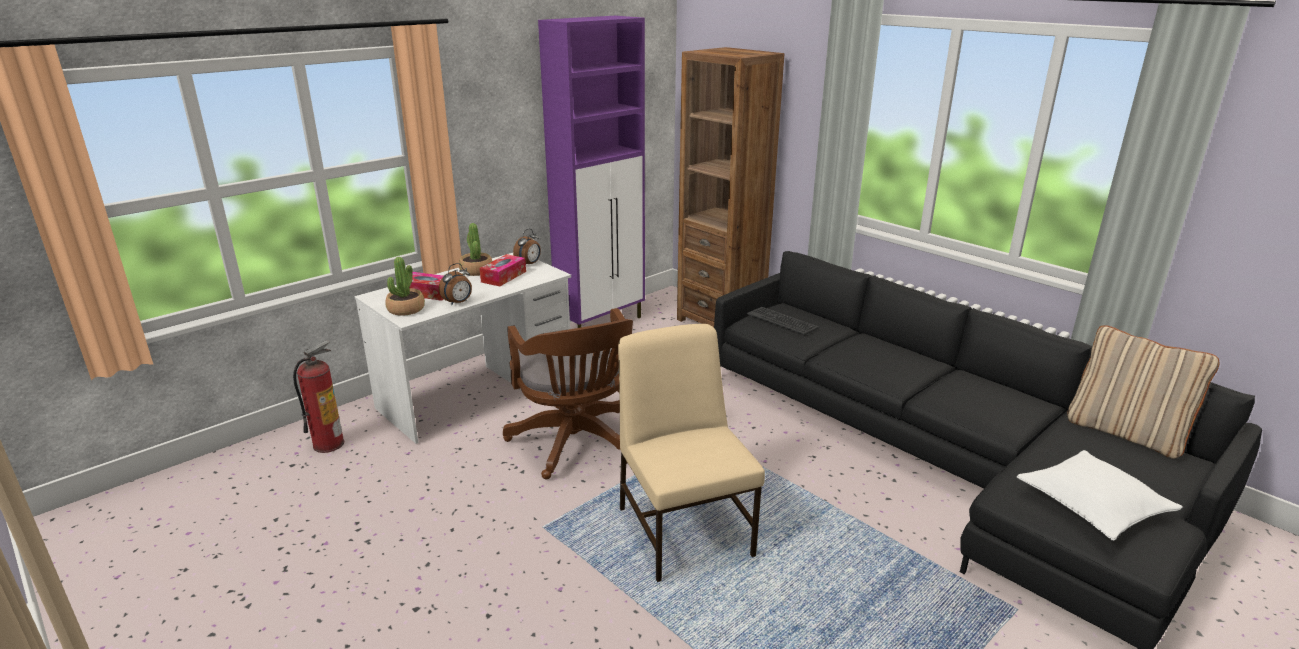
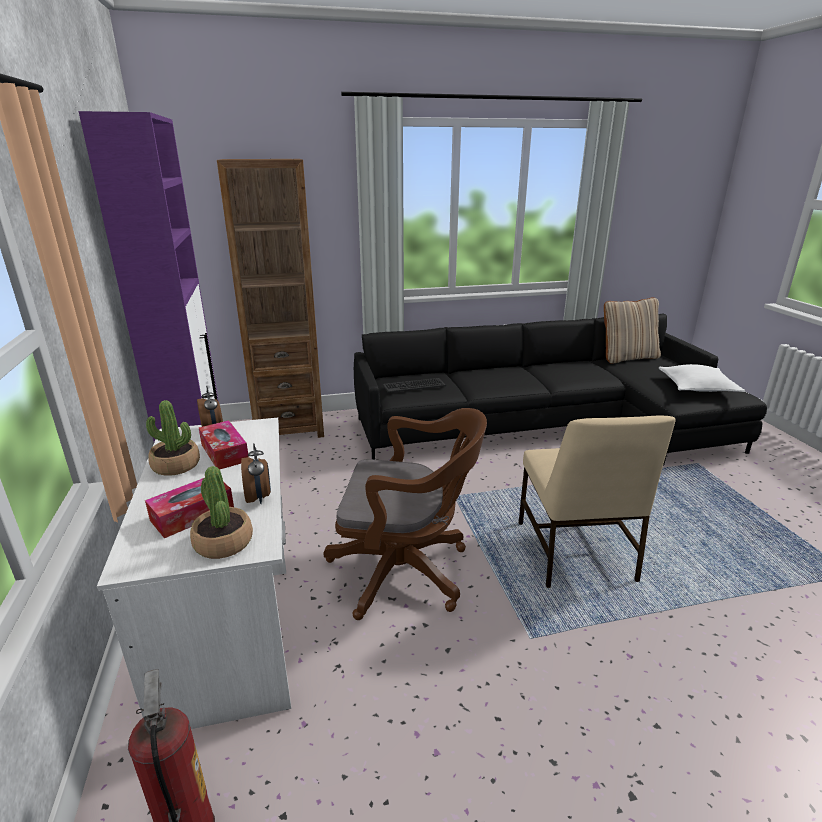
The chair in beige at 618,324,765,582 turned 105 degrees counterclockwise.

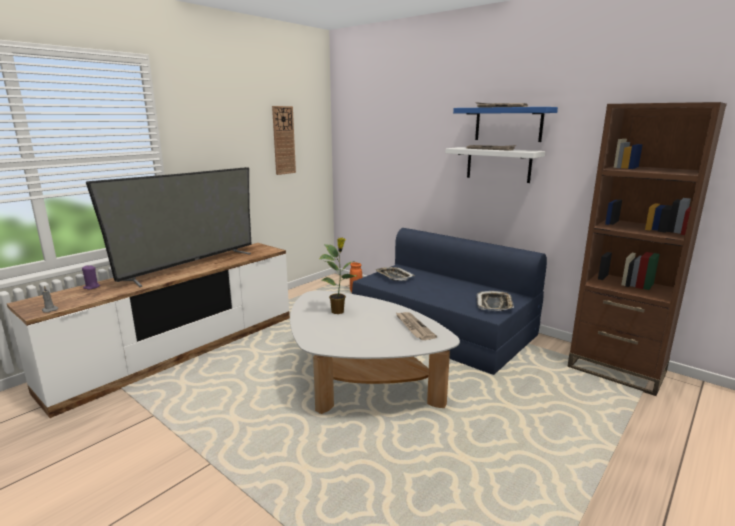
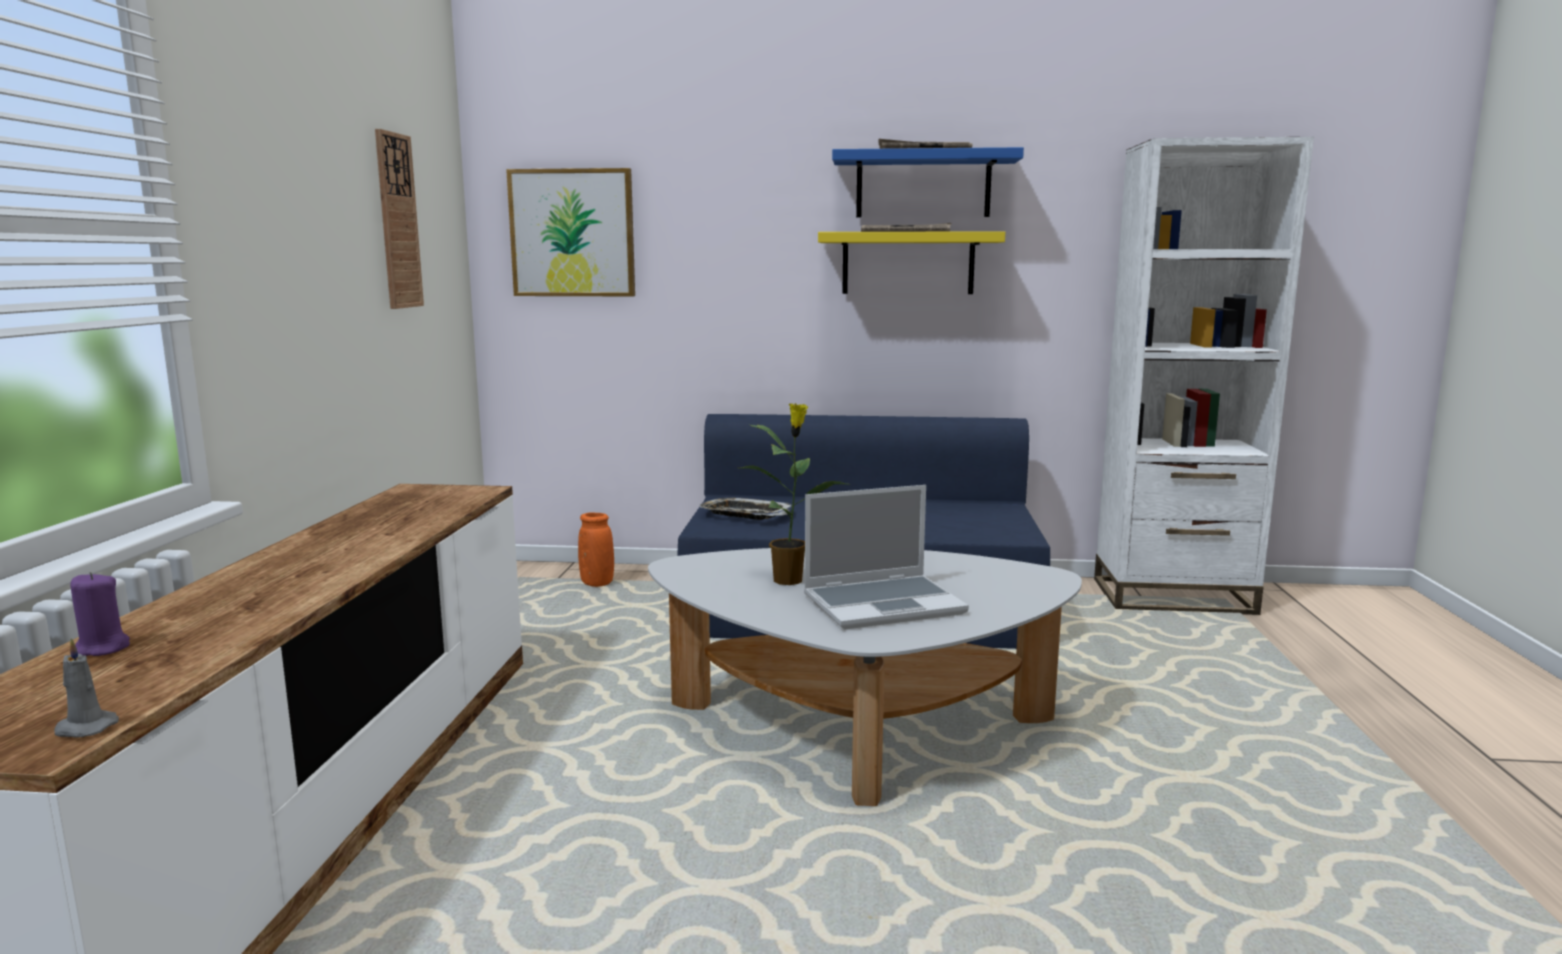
The television at 86,167,251,287 disappeared.
The newspaper at 395,312,437,340 disappeared.
The shelf in white at 445,147,545,183 became the shelf in yellow at 818,231,1005,294.
The tray at 476,291,514,311 disappeared.
The bookcase in brown at 567,102,727,396 became the bookcase in white at 1094,137,1314,615.
The picture at 506,168,635,296 appeared.
The laptop at 804,485,969,629 appeared.

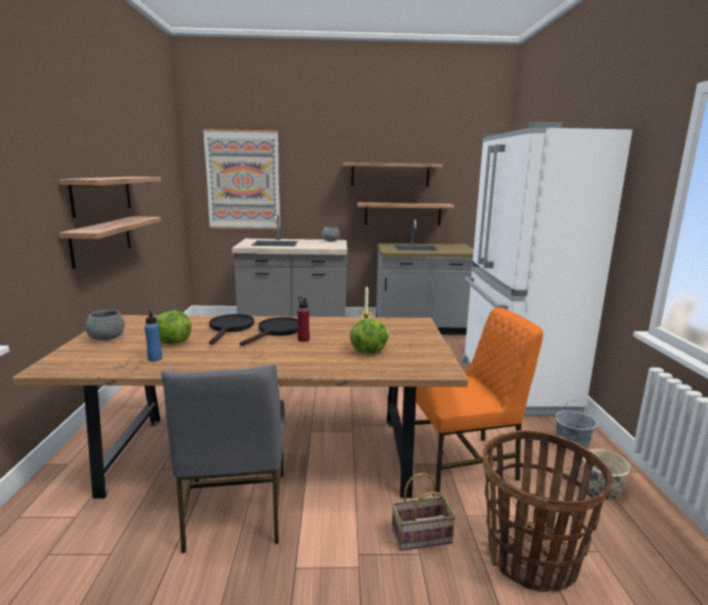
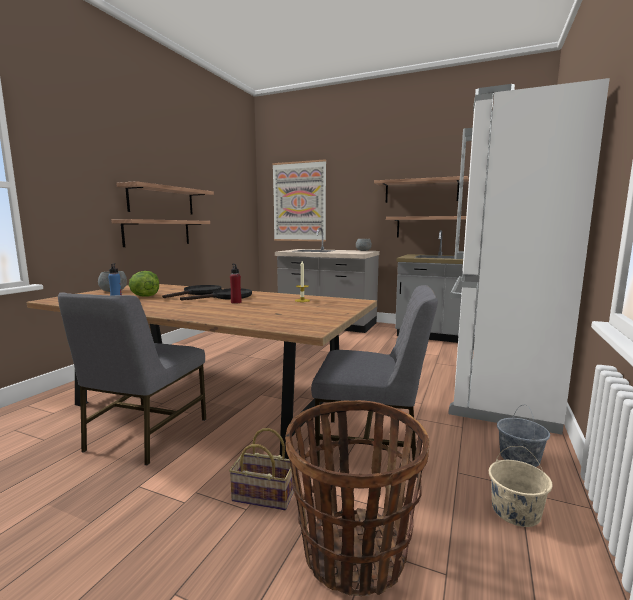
The lettuce at 350,319,390,354 disappeared.
The chair in orange at 415,307,543,493 became the chair in grey at 311,285,438,465.

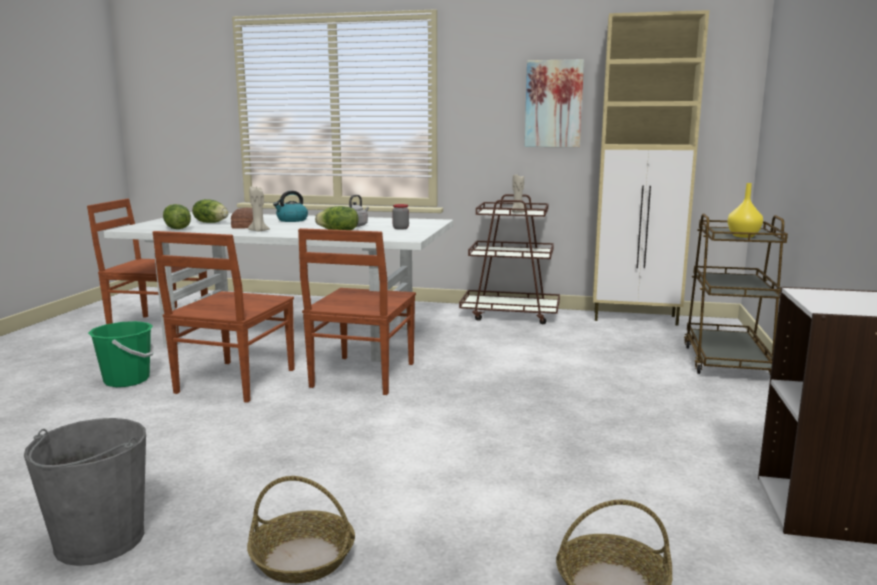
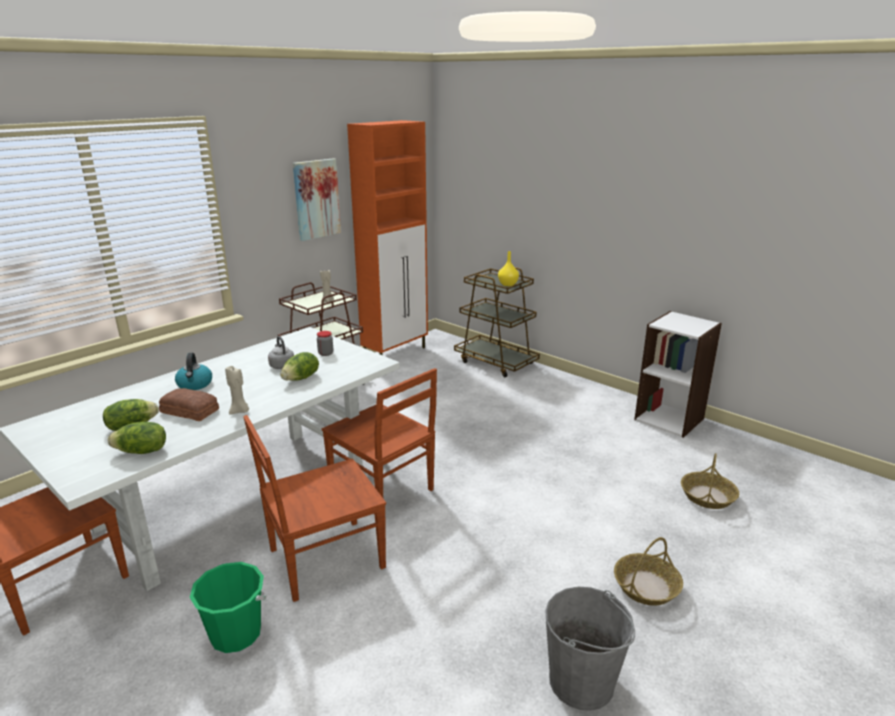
The chair in brown at 153,231,295,403 turned 105 degrees clockwise.
The cabinet in beige at 593,10,709,326 became the cabinet in orange at 347,120,428,355.

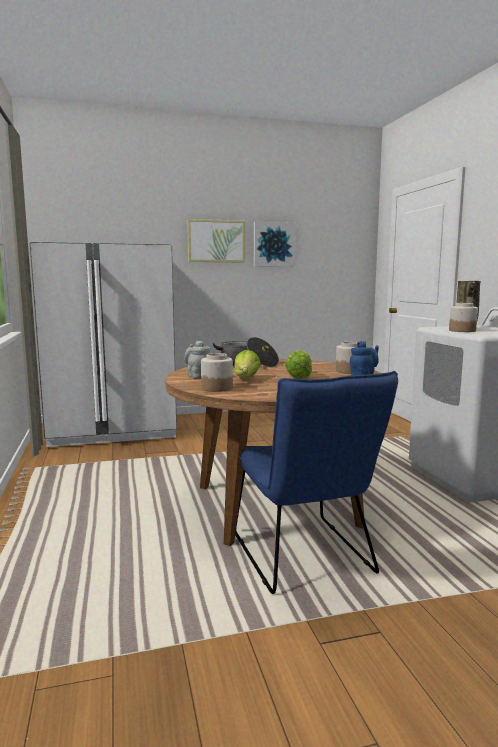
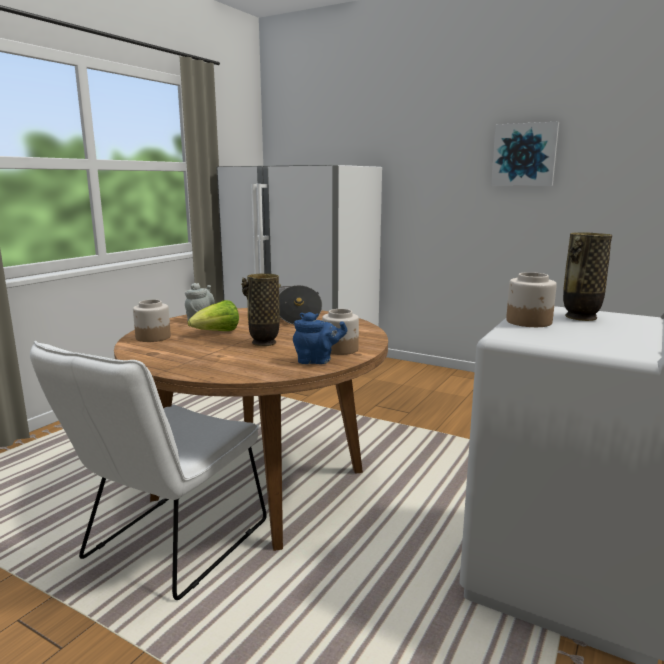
The picture at 187,219,245,262 disappeared.
The chair in blue at 235,371,398,594 became the chair in white at 30,341,267,600.
The lettuce at 285,350,312,379 was replaced by the vase at 241,273,281,346.

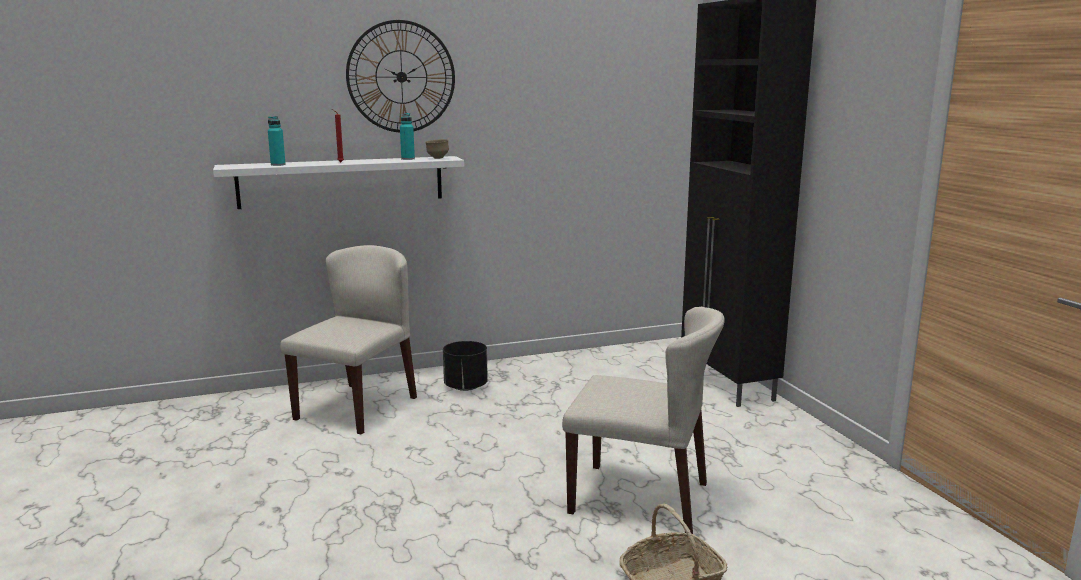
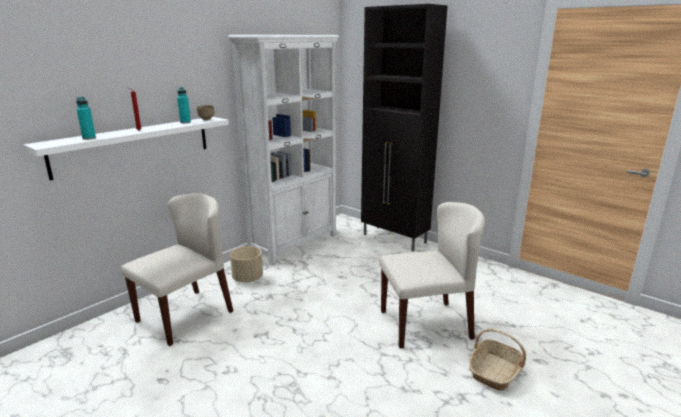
The chair in beige at 280,245,417,434 turned 45 degrees clockwise.
The wall clock at 346,20,455,133 disappeared.
The planter in black at 443,341,488,391 became the planter in beige at 230,246,263,282.
The bookcase in white at 228,35,339,266 appeared.

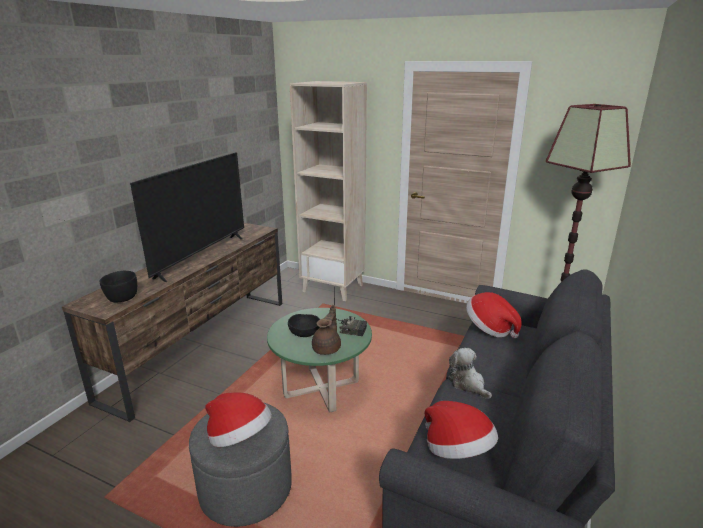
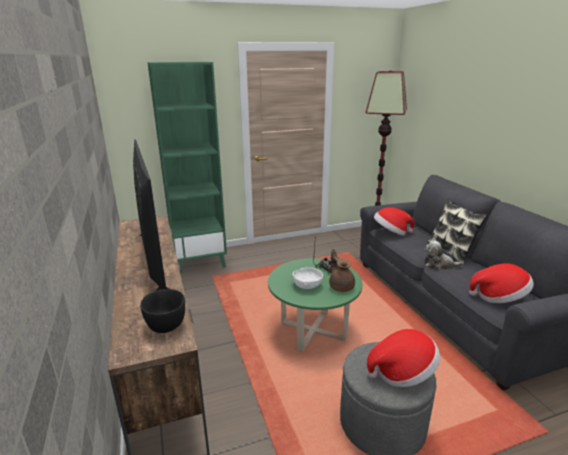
The bowl in black at 288,314,320,337 became the bowl in white at 292,268,323,289.
The bookcase in beige at 289,81,367,301 became the bookcase in green at 147,62,227,275.
The pillow at 427,198,487,263 appeared.

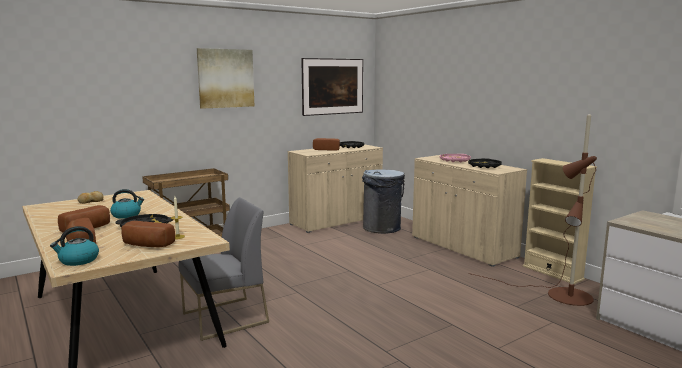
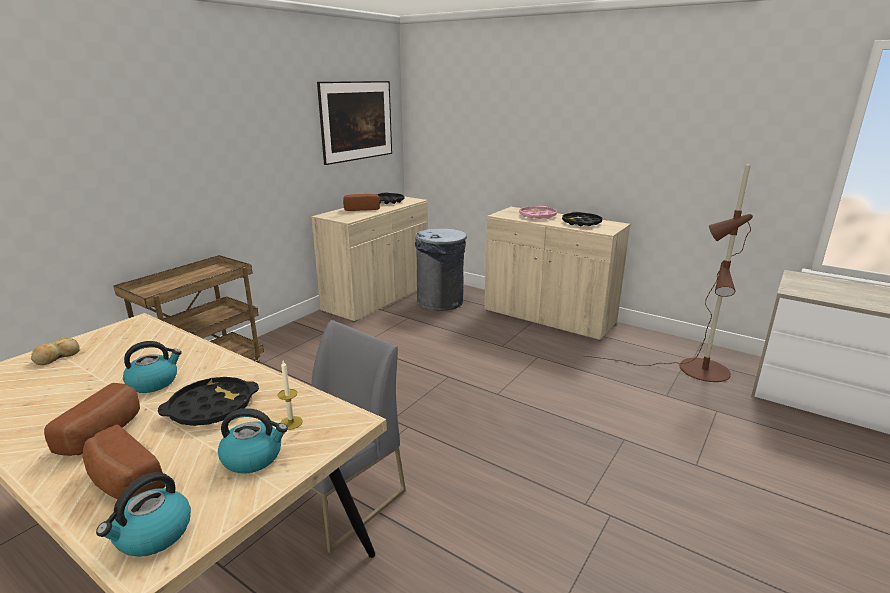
The bread at 121,221,175,247 was replaced by the kettle at 218,408,288,474.
The picture at 197,48,254,109 disappeared.
The bookcase in beige at 523,158,597,284 disappeared.

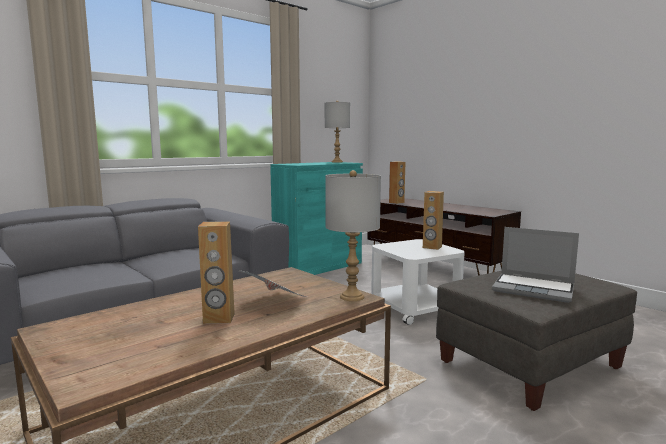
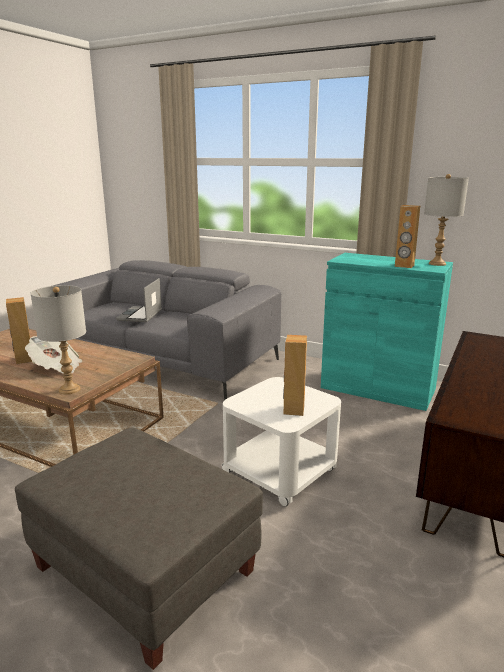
The speaker in brown moved from 389,162,405,204 to 395,205,420,268.
The laptop moved from 492,227,579,303 to 116,278,162,322.

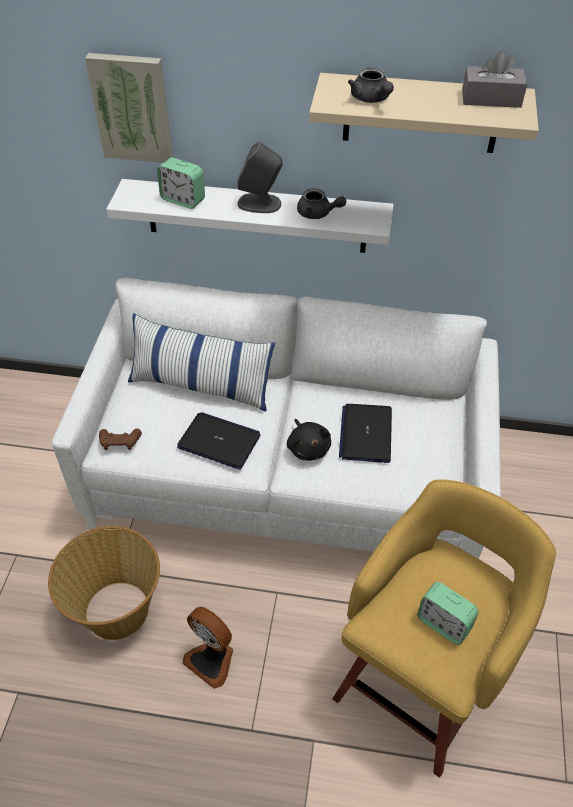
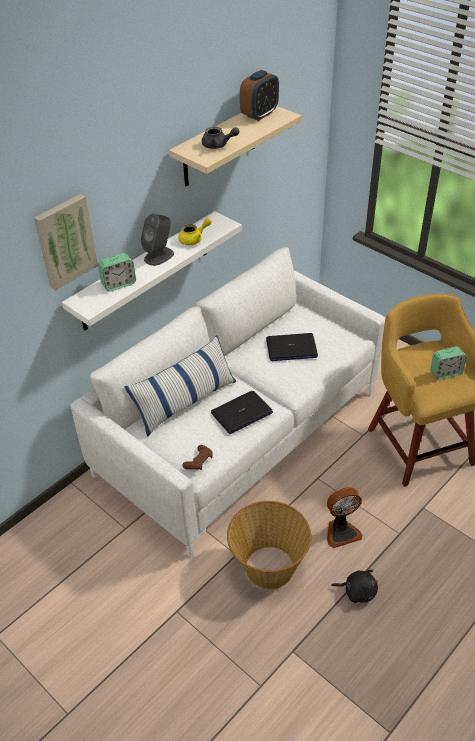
The plush toy in black moved from 287,419,331,460 to 331,570,378,603.
The teapot in grey at 297,188,346,219 became the teapot in yellow at 178,218,212,245.
The laptop at 339,404,392,463 turned 45 degrees counterclockwise.
The tissue box in grey at 462,51,527,108 was replaced by the alarm clock at 240,70,279,121.

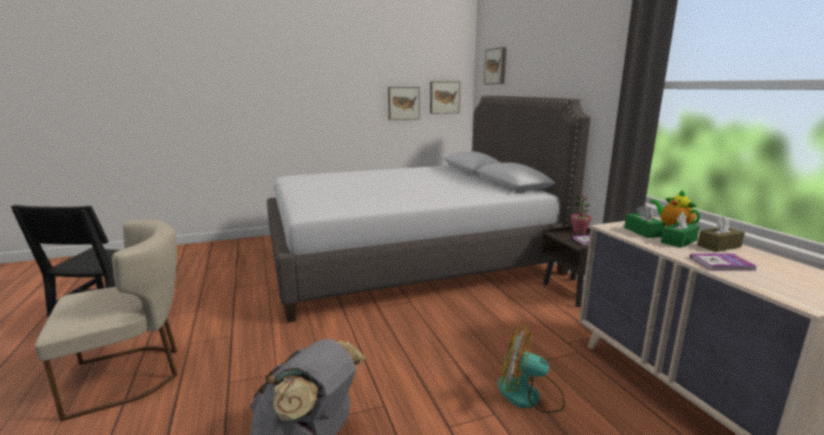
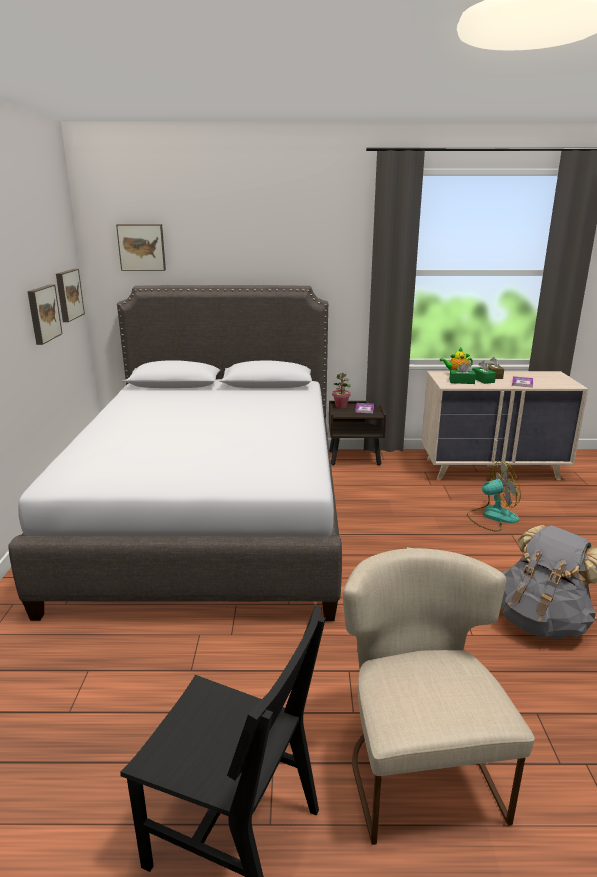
The fan at 497,326,565,413 turned 135 degrees counterclockwise.

